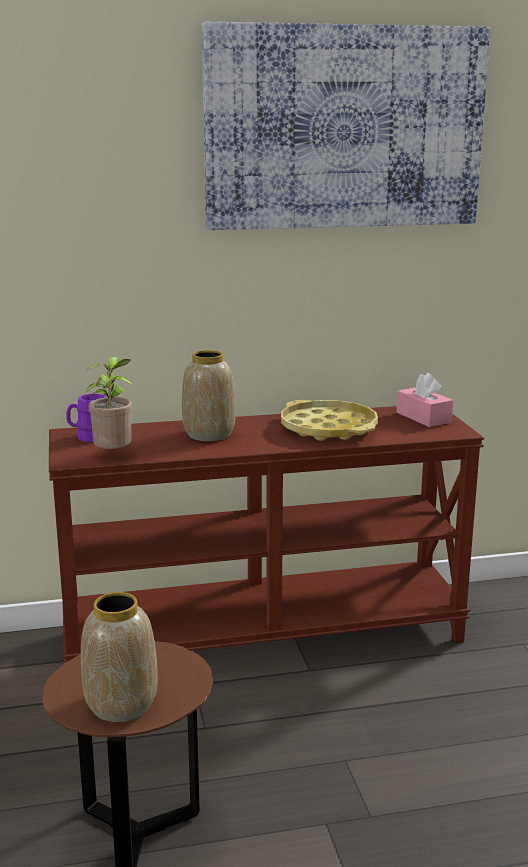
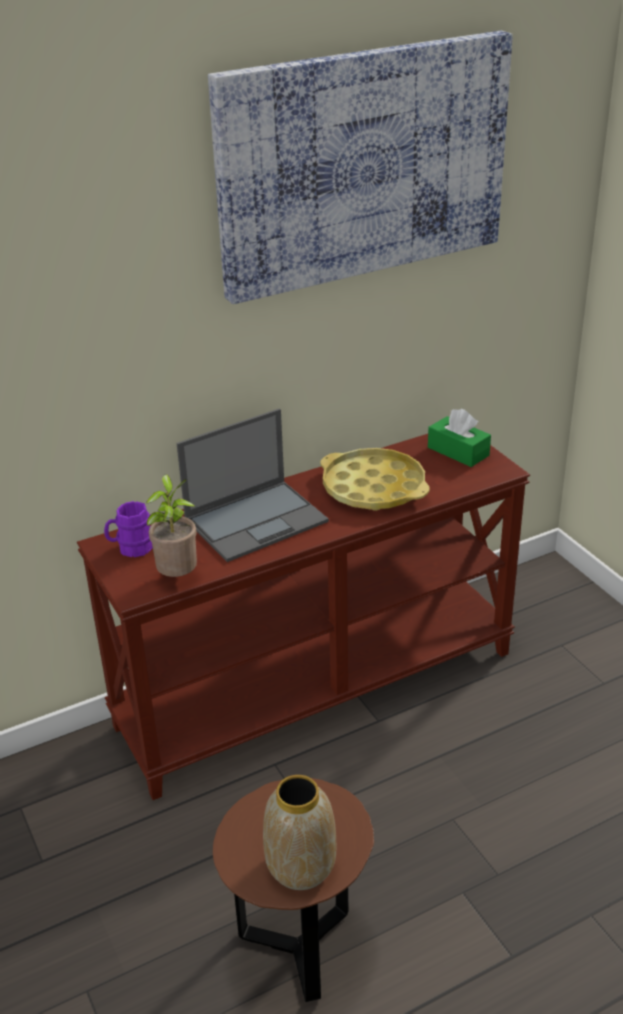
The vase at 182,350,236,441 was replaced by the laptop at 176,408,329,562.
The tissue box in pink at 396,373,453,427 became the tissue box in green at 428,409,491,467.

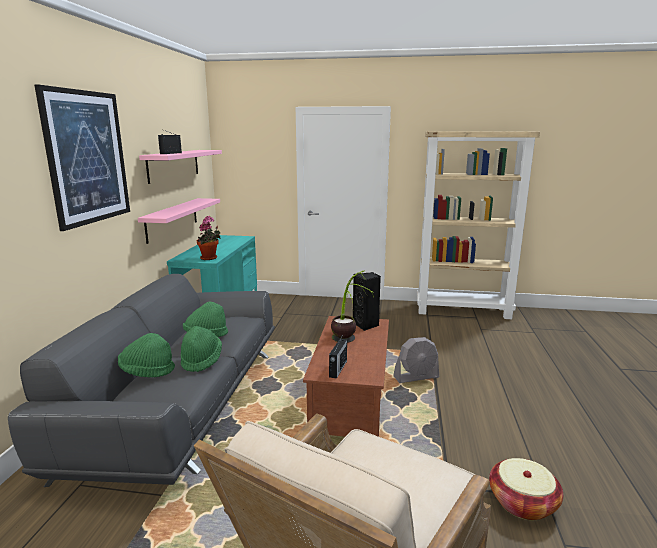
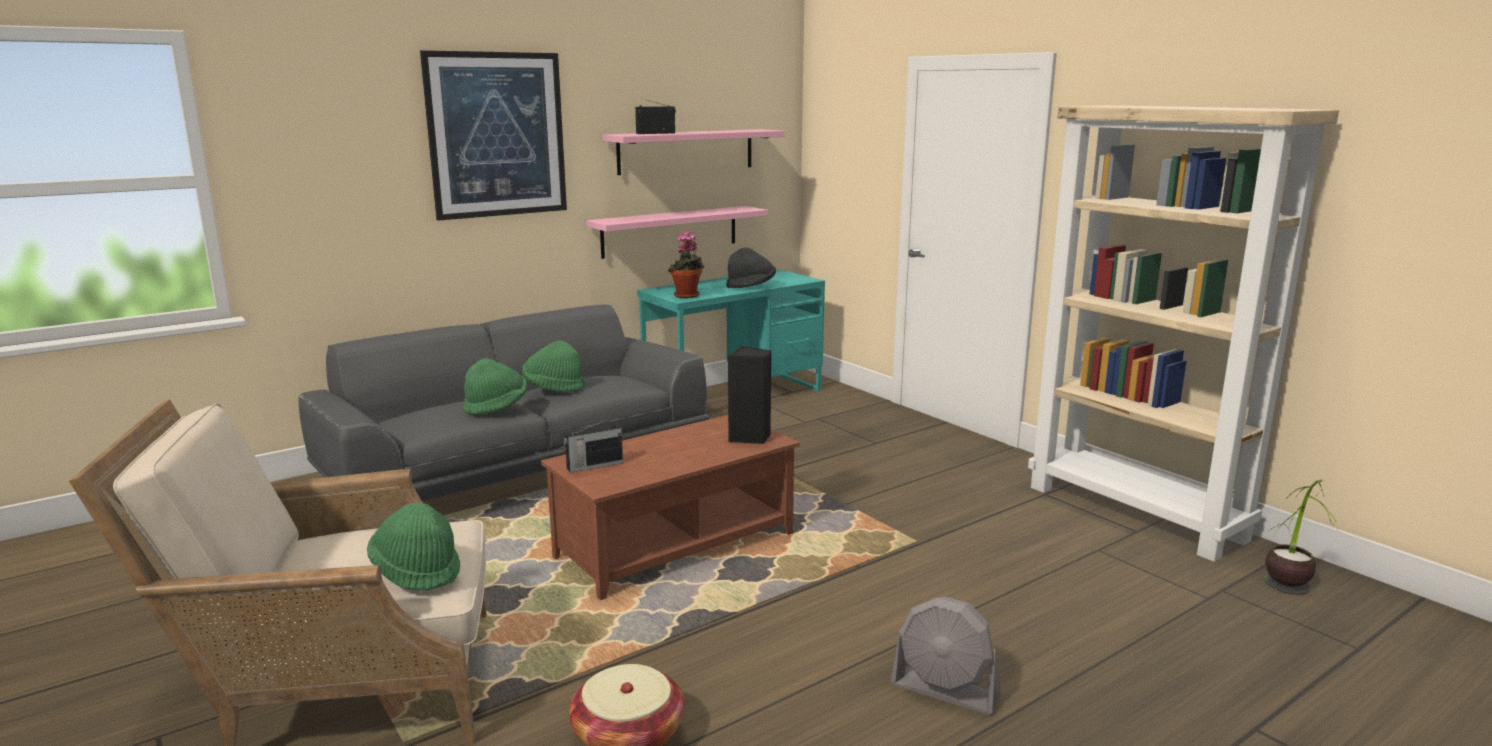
The hat in green moved from 118,333,175,377 to 367,503,460,591.
The potted plant moved from 331,270,374,343 to 1264,480,1338,595.
The fan in grey moved from 393,337,439,383 to 891,597,1001,714.
The hat in black at 726,247,776,288 appeared.

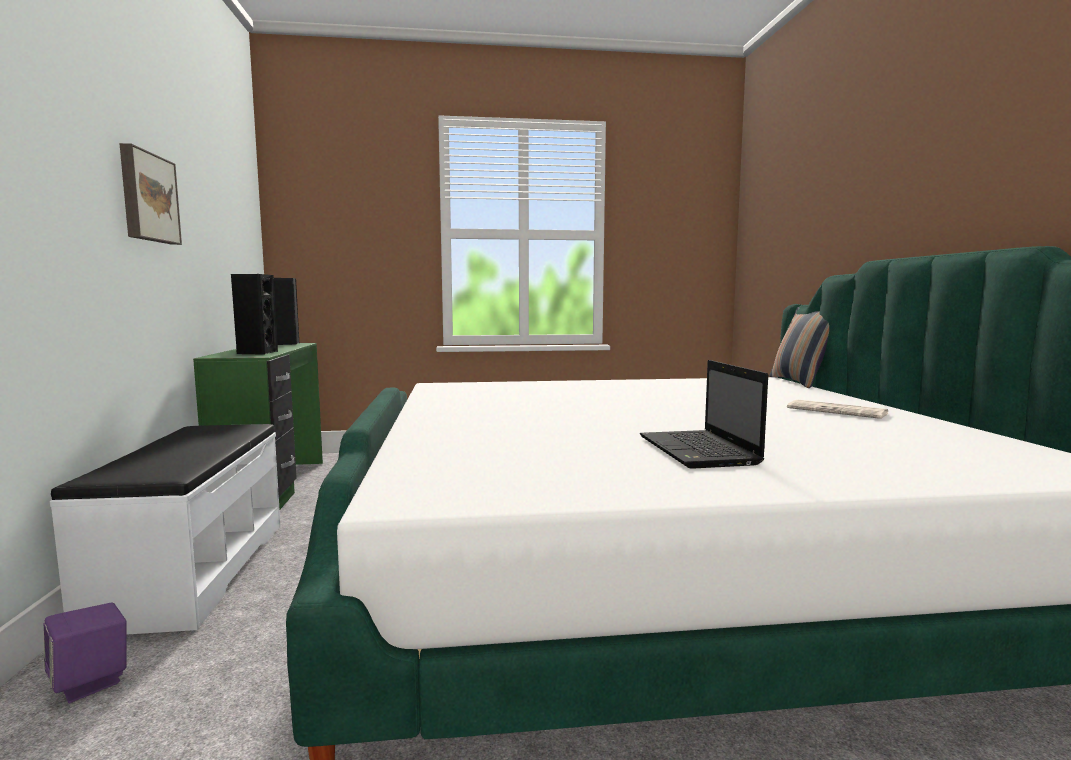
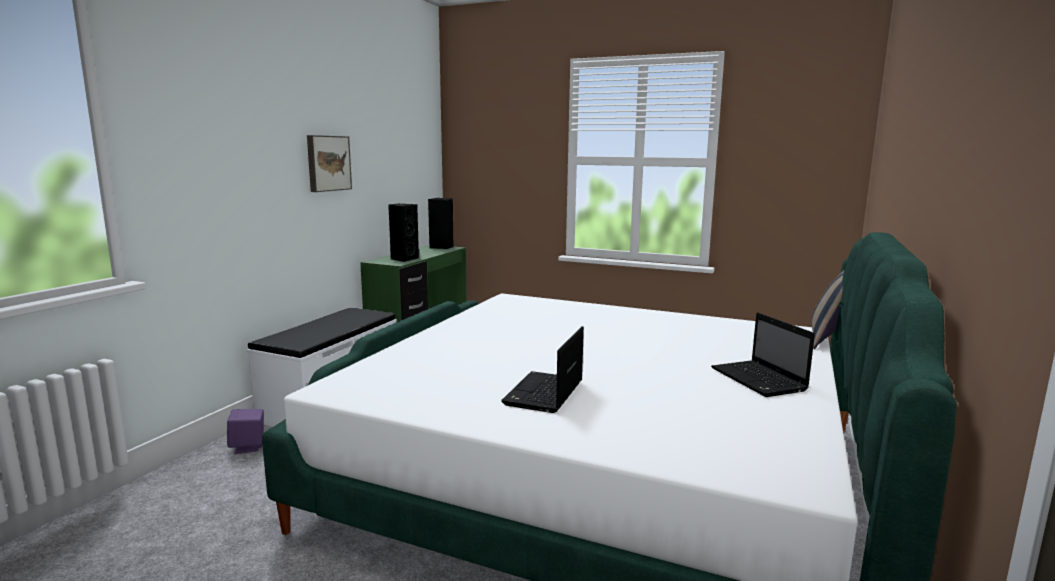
The newspaper at 787,400,888,419 was replaced by the laptop at 711,313,815,397.

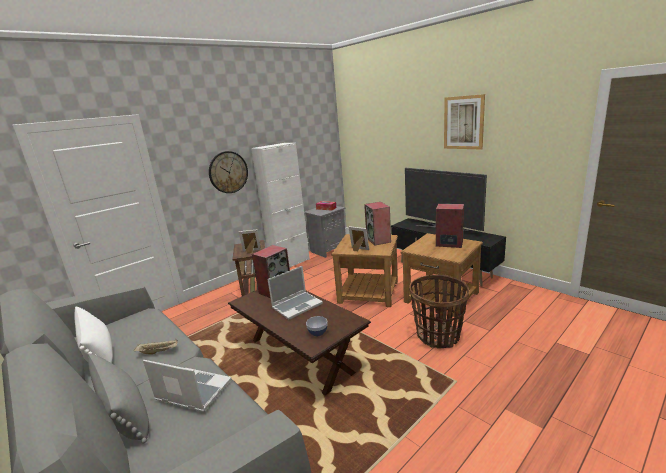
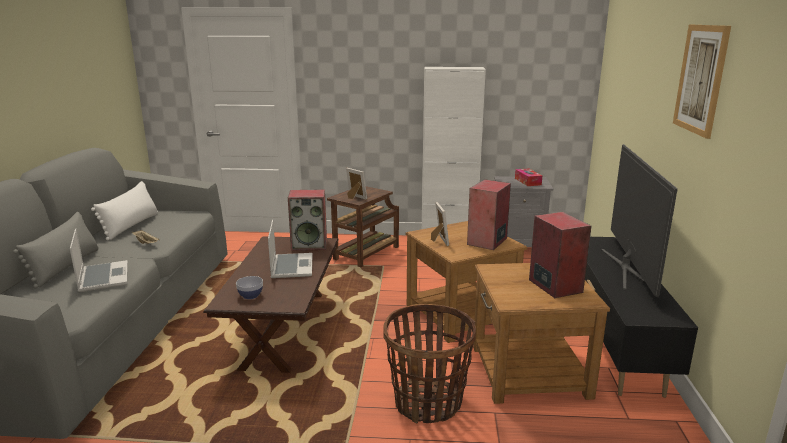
The wall clock at 209,151,248,193 disappeared.
The laptop at 268,266,323,320 turned 105 degrees counterclockwise.

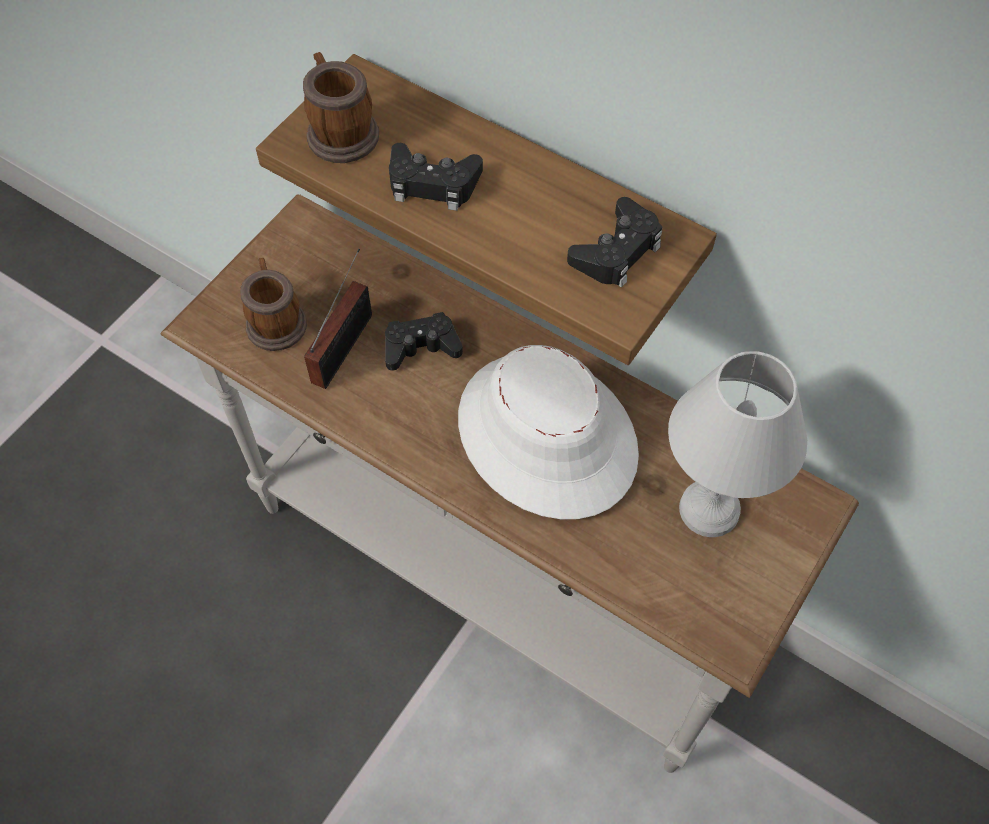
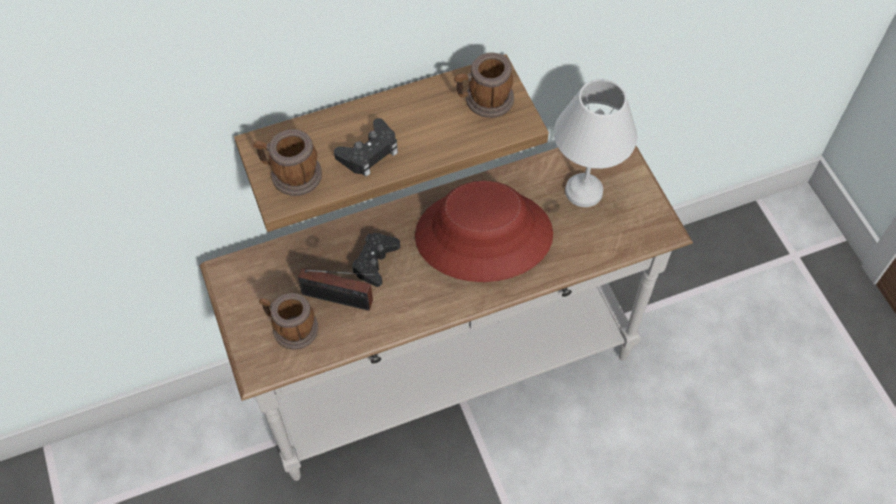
The radio at 304,249,372,389 turned 135 degrees clockwise.
The hat in white at 458,345,639,519 became the hat in red at 415,181,553,282.
The game controller in black at 567,197,662,287 was replaced by the mug at 454,52,514,118.

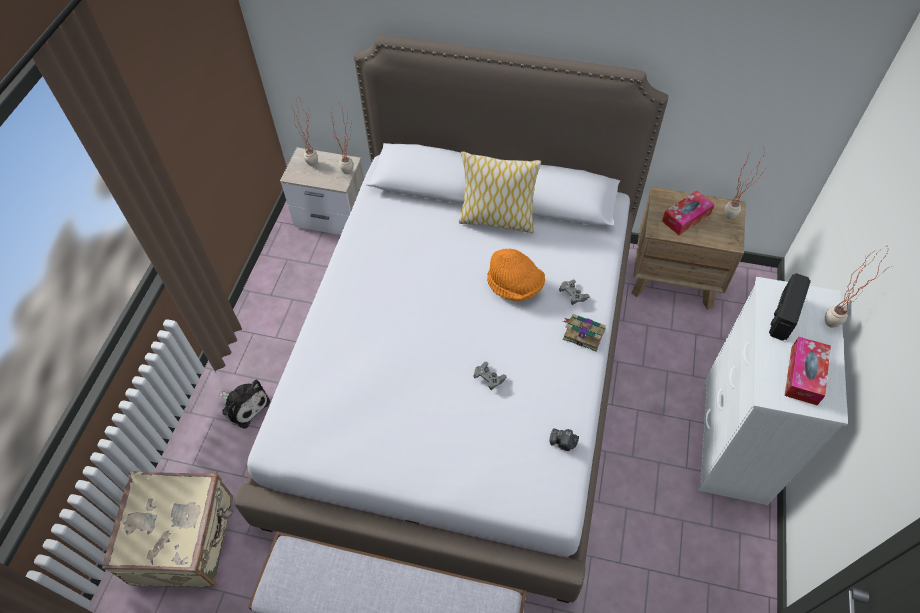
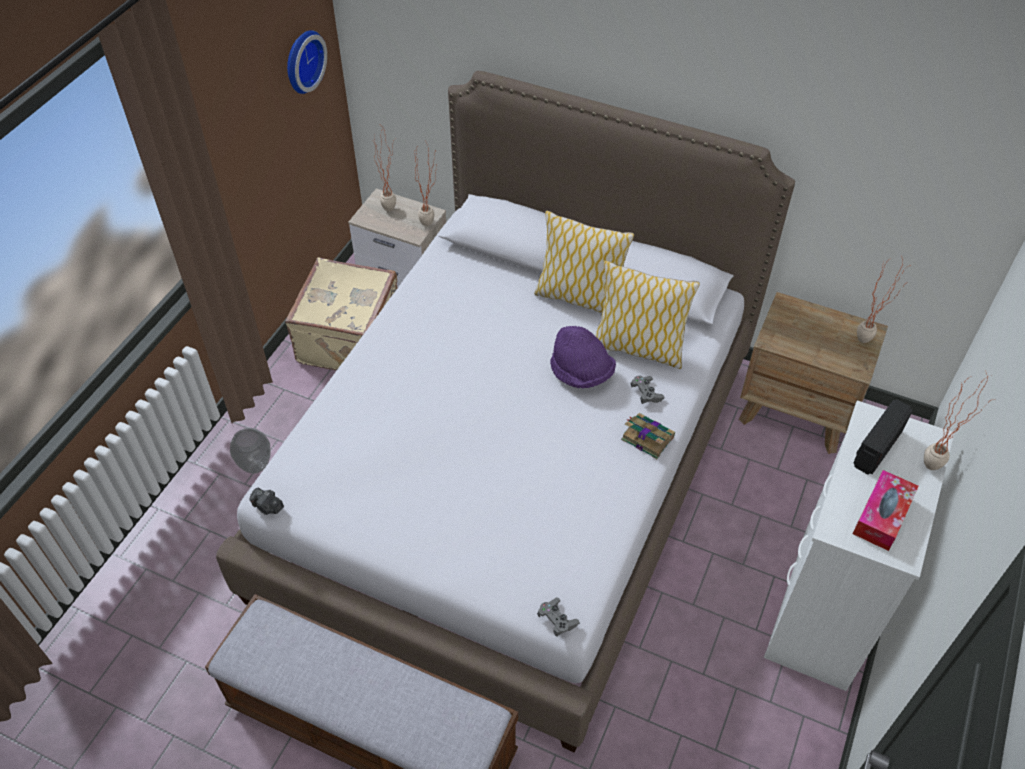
The suitcase in beige moved from 102,471,234,588 to 285,258,397,371.
The plush toy at 219,380,270,429 was replaced by the vase at 230,428,271,474.
The game controller in grey moved from 473,362,507,390 to 537,597,580,637.
The hat in orange at 487,248,545,301 became the hat in purple at 550,326,616,388.
The photo camera moved from 550,428,579,451 to 249,488,284,515.
The tissue box at 662,191,714,235 disappeared.
The wall clock at 287,30,327,94 appeared.
The pillow at 595,261,700,369 appeared.

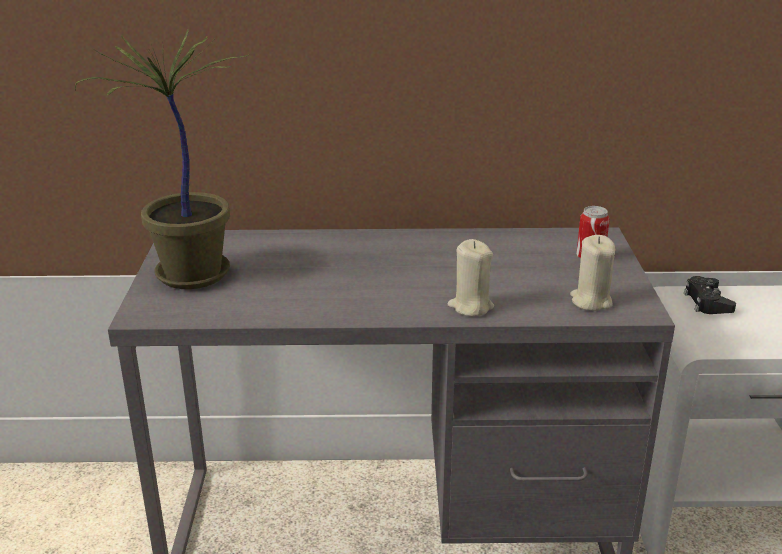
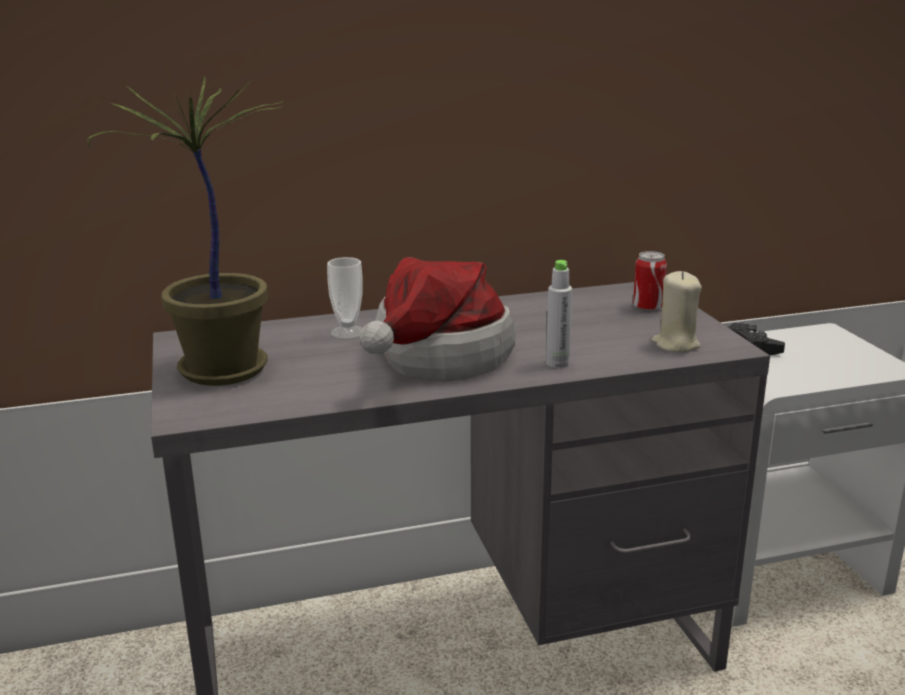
The candle in beige at 447,239,494,316 was replaced by the bottle in grey at 546,260,572,368.
The cup at 327,257,363,339 appeared.
The hat at 360,257,516,381 appeared.

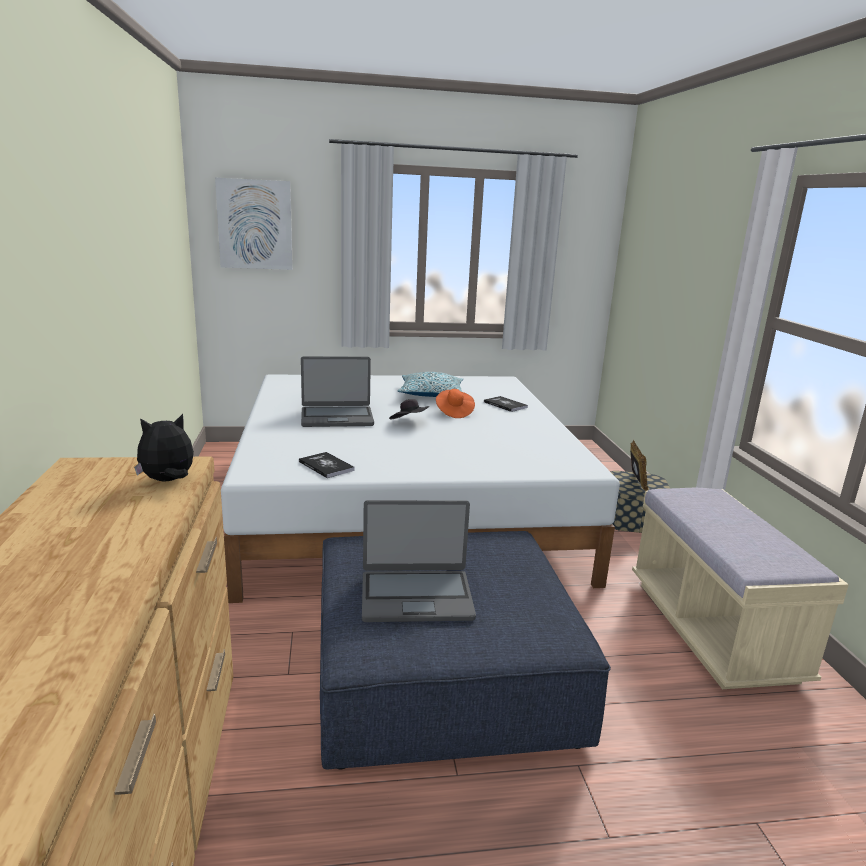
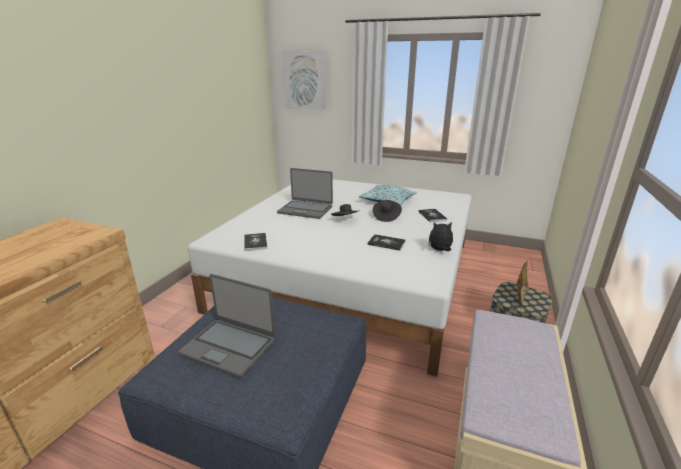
The plush toy moved from 134,414,194,481 to 428,222,453,251.
The hat in orange at 436,389,475,418 became the hat in black at 373,200,402,222.
The book at 368,234,406,251 appeared.

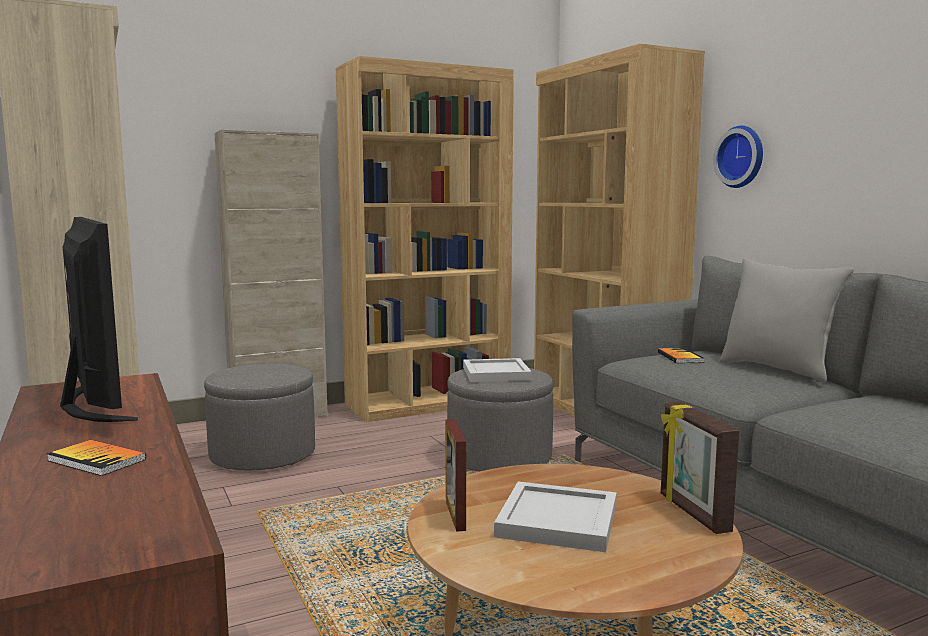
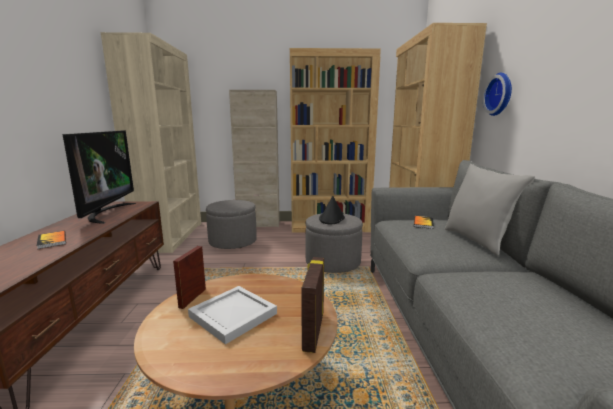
The tray in white at 463,358,532,382 was replaced by the hat in black at 319,196,345,224.

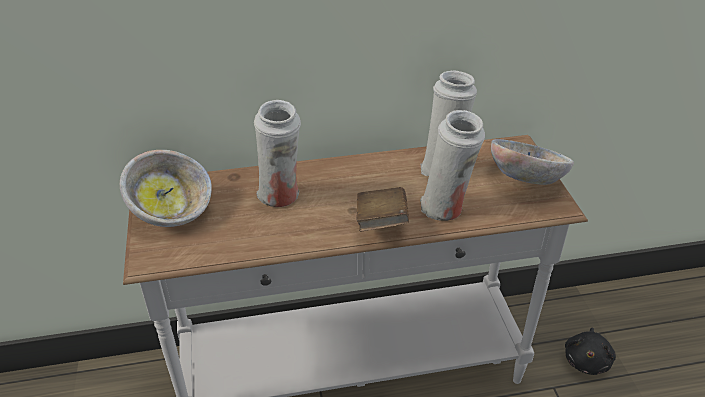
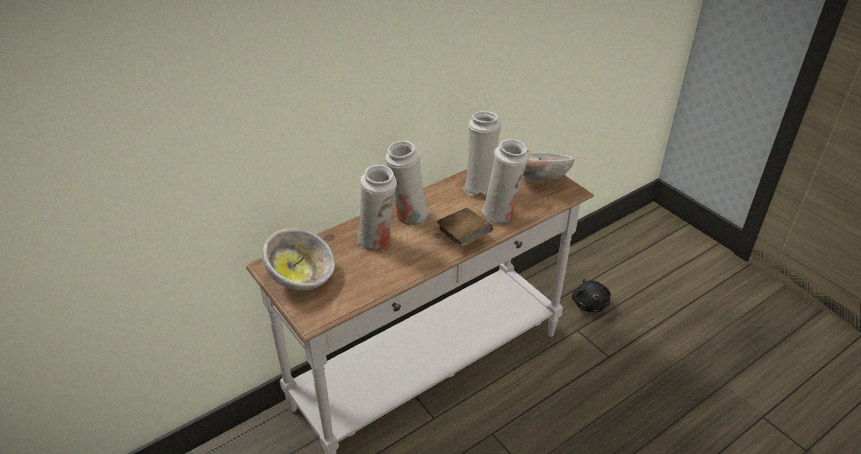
The vase in white at 385,140,430,226 appeared.

